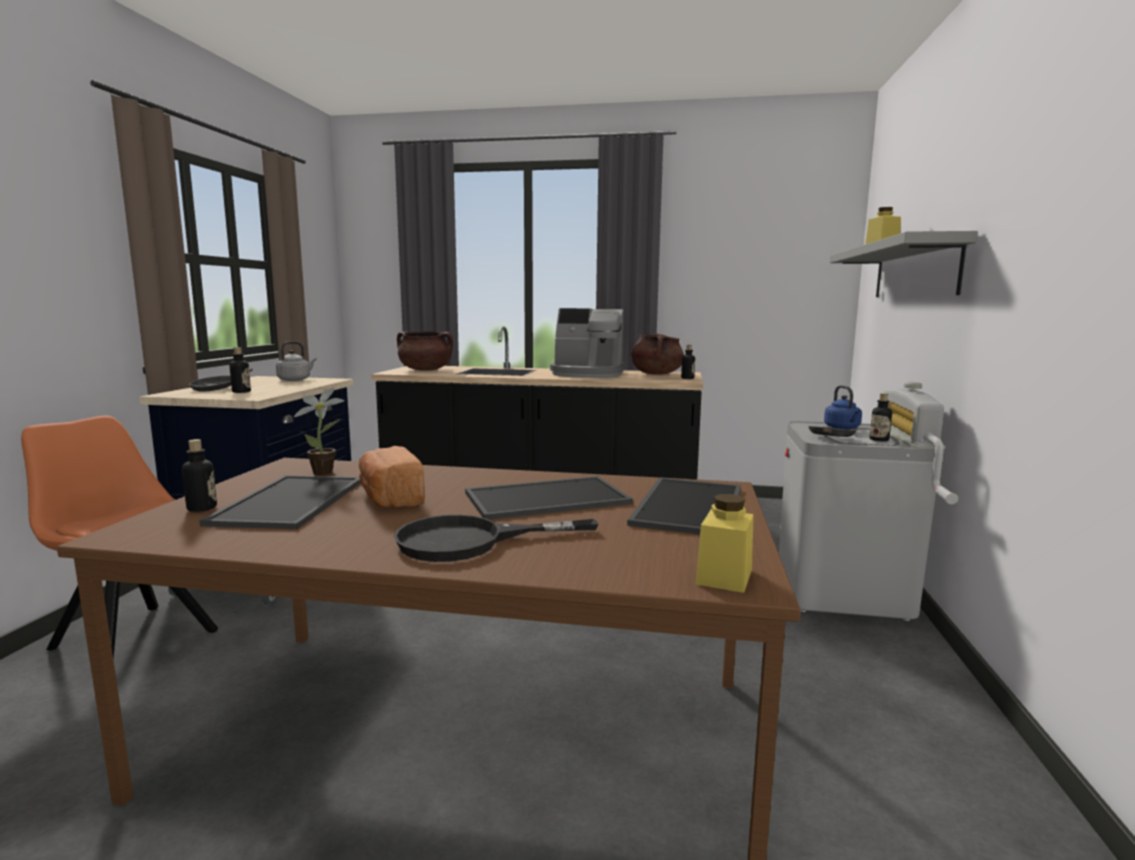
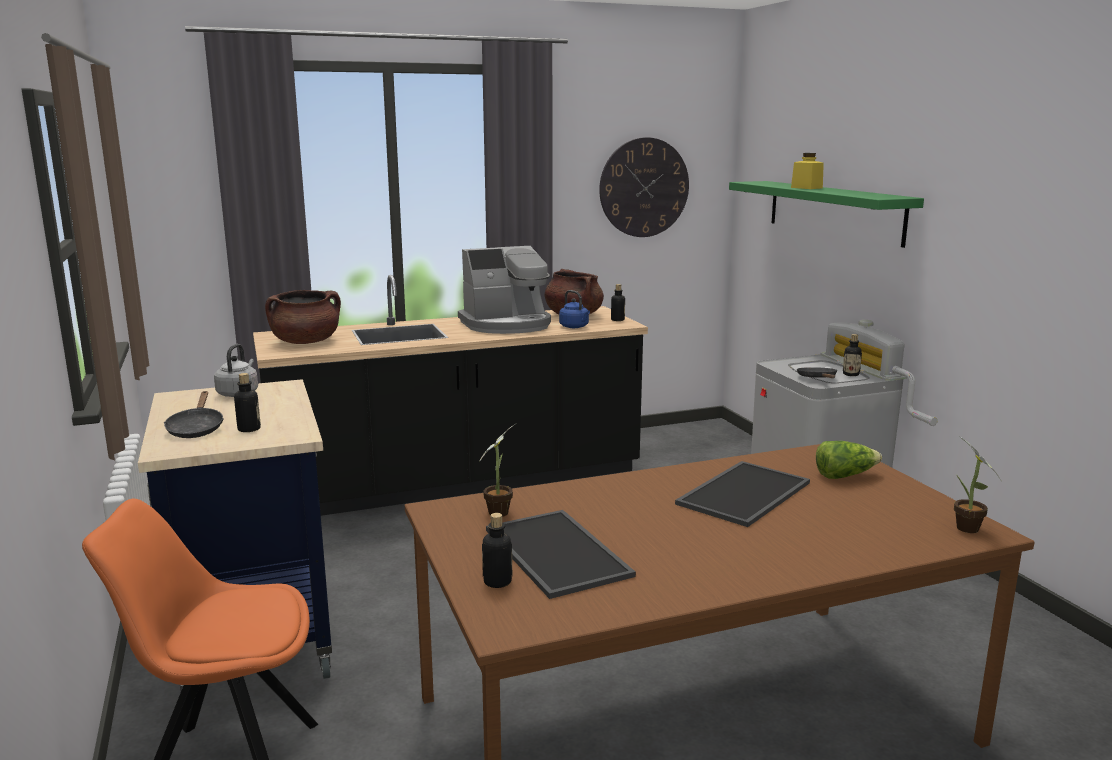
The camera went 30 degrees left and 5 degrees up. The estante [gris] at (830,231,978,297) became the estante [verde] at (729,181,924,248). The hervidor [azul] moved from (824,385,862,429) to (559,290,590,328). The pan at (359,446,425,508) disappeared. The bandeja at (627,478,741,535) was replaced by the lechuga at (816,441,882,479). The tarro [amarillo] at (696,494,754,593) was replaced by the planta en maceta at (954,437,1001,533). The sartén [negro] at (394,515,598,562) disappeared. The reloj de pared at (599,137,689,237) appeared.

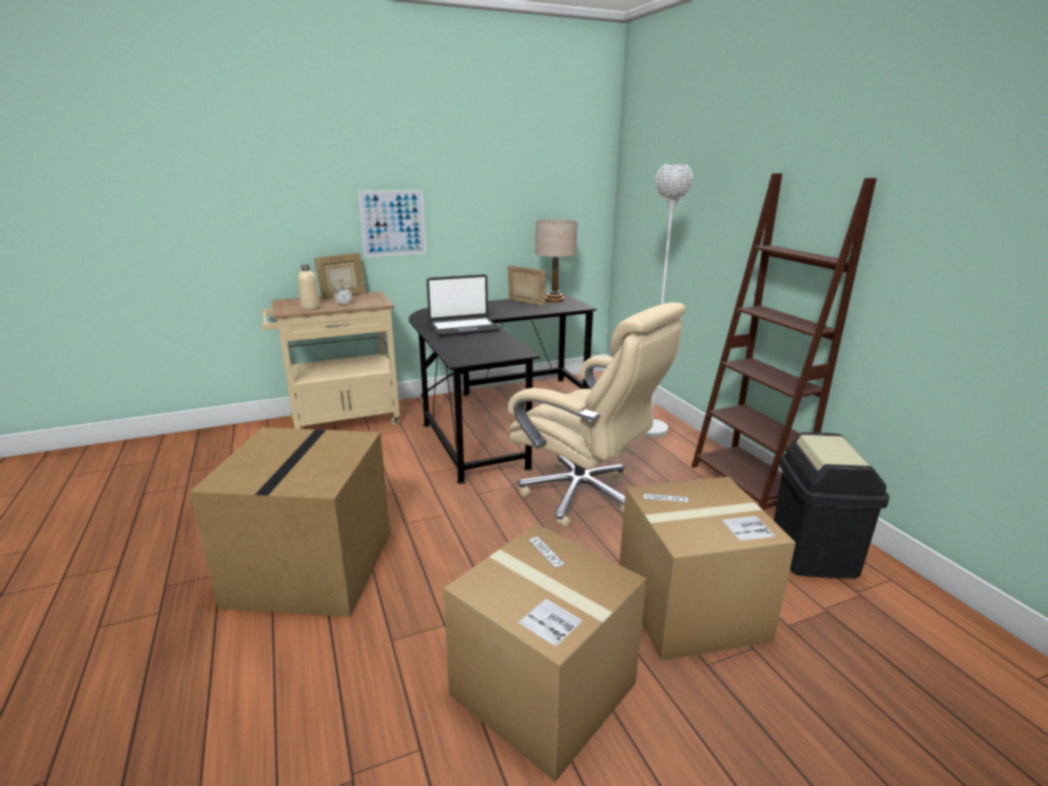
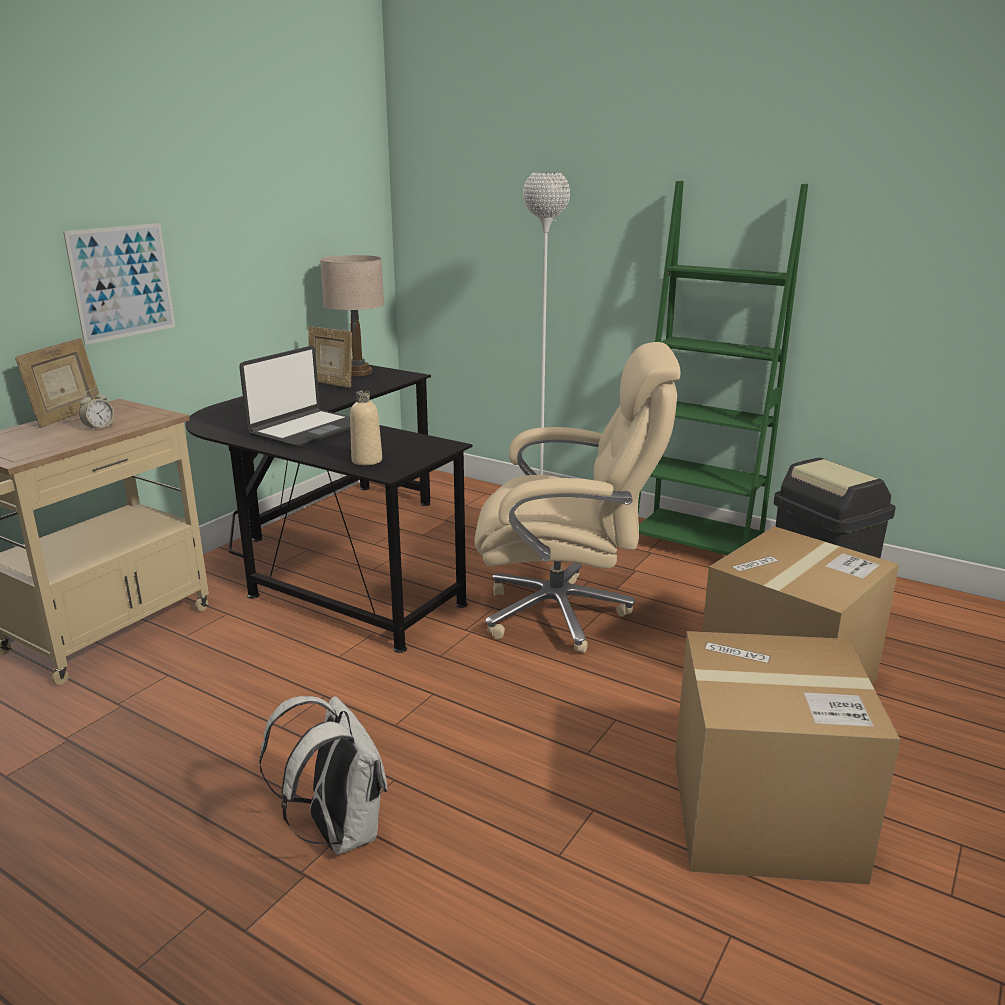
The camera went 35 degrees left and 0 degrees up. The estantería [marrón] at (691,173,877,511) became the estantería [verde] at (638,181,808,555). The botella [beis] moved from (298,264,320,310) to (350,390,382,465). The portarretratos at (508,265,546,306) turned 135 degrees counterclockwise. The caja de cartón at (190,427,390,617) was replaced by the mochila [blanco] at (259,696,387,855).

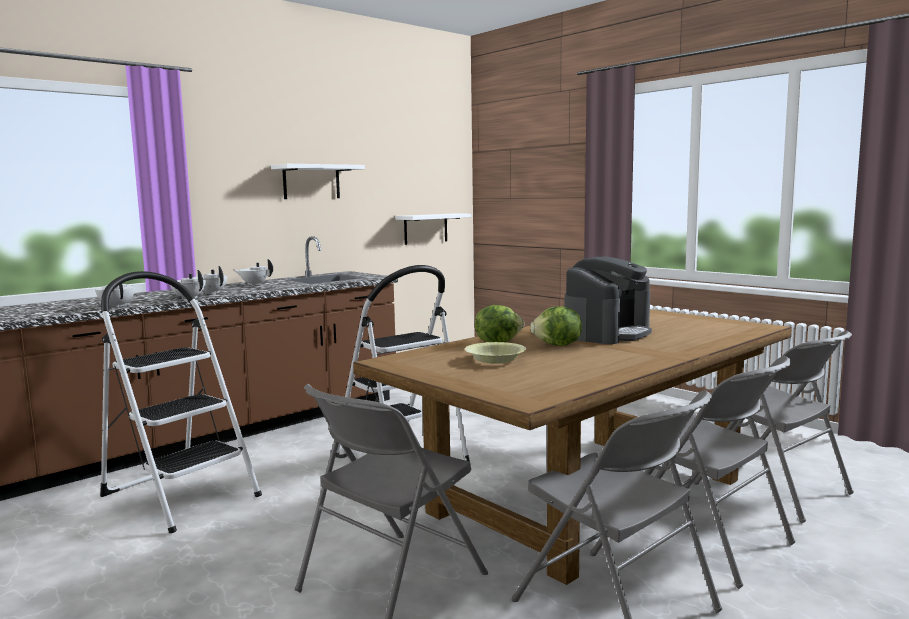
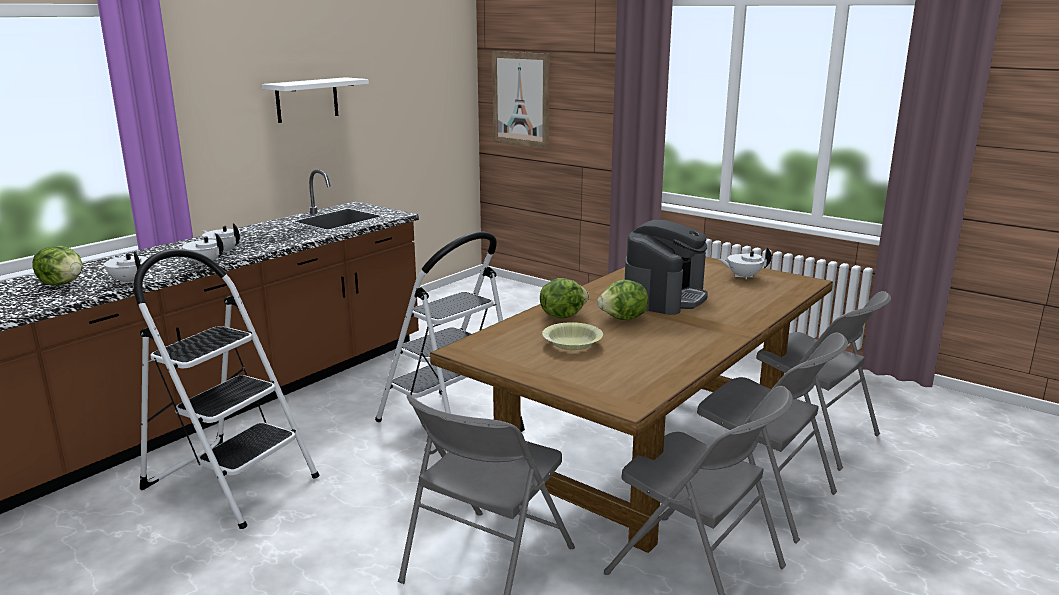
The camera went 10 degrees left and 10 degrees up. The estante [blanco] at (395,213,472,245) disappeared. The tetera [blanco] moved from (233,259,273,286) to (718,247,771,280). The cuadro at (492,51,549,149) appeared. The lechuga at (32,246,82,286) appeared.

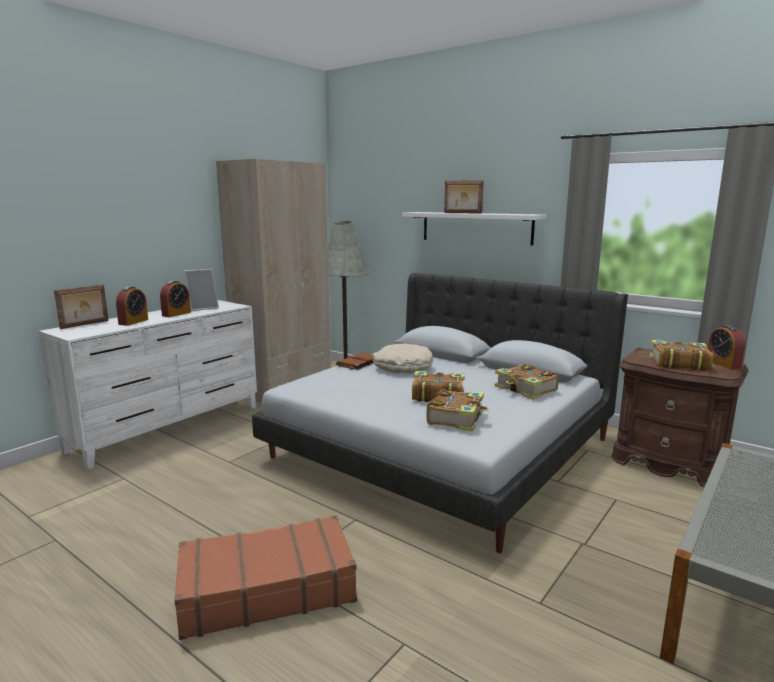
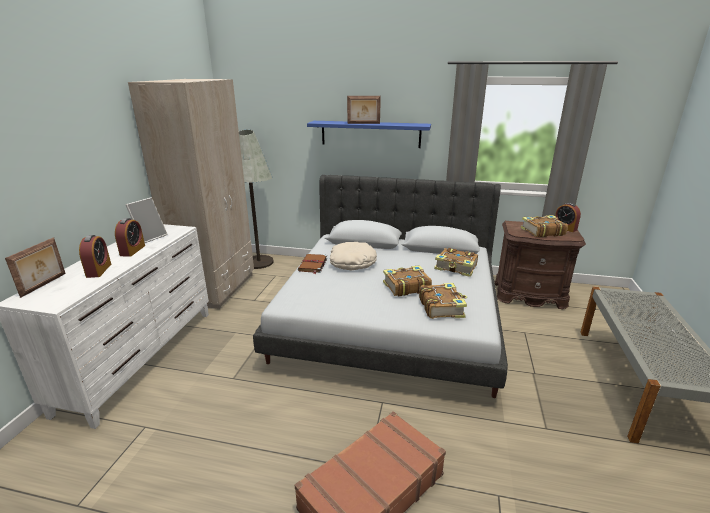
The camera went 25 degrees left and 10 degrees up. The estante [blanco] at (402,212,546,246) became the estante [azul] at (307,121,431,148).

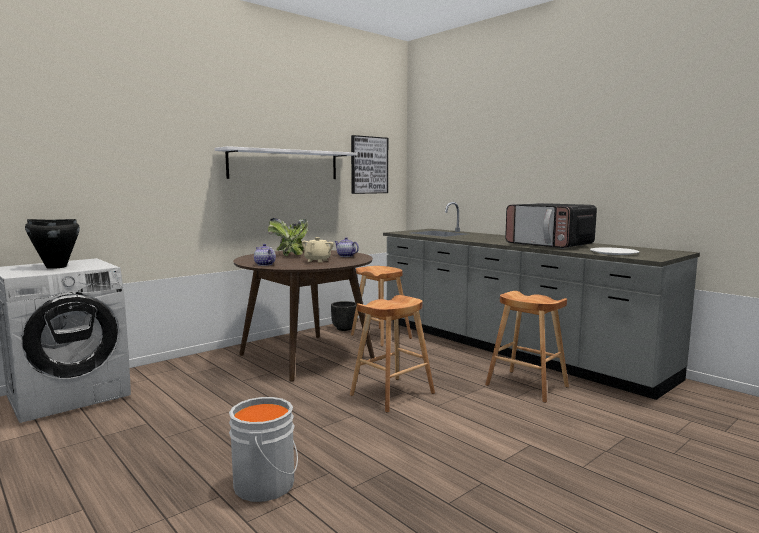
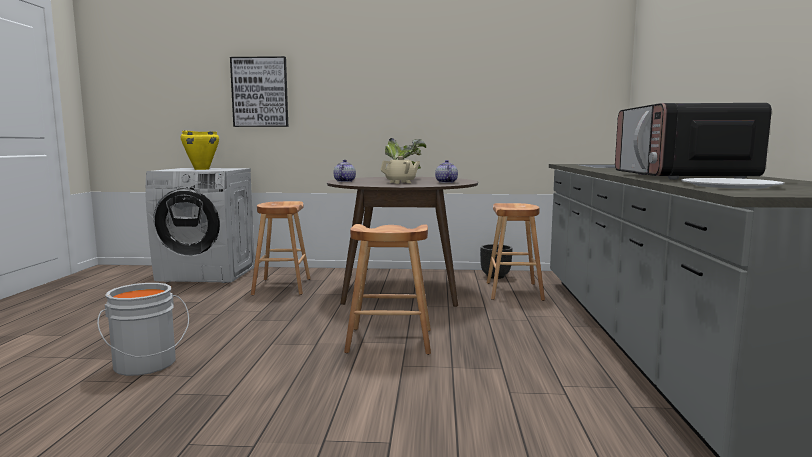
The camera went 45 degrees right and 0 degrees up. The cuadro moved from (351,135,388,194) to (230,56,288,127). The estante [blanco] at (215,146,357,179) disappeared. The olla [negro] at (25,219,80,269) became the olla [amarillo] at (181,130,219,170). The taburete [marrón] moved from (485,291,569,403) to (251,201,311,295).

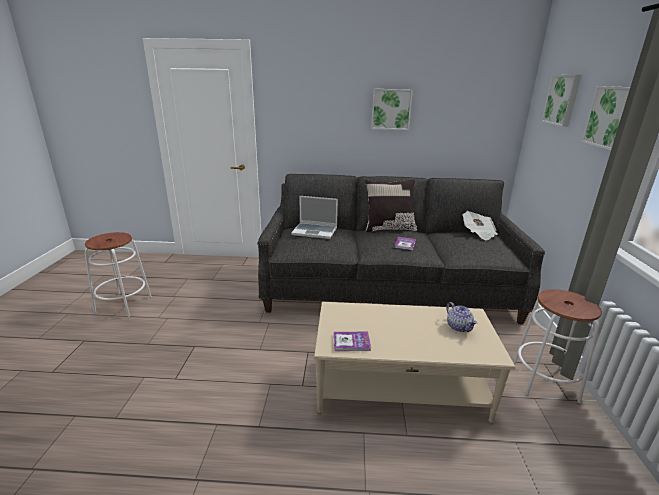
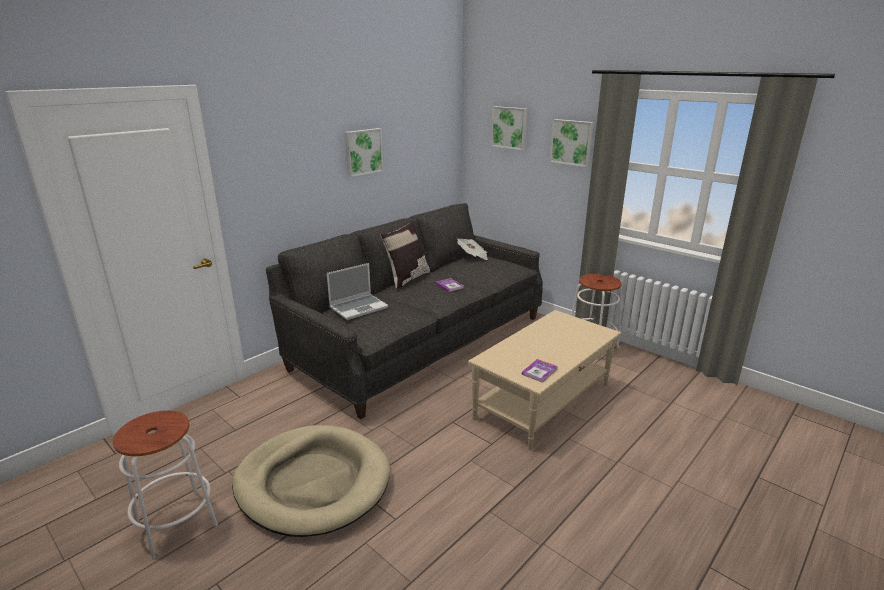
The camera went 50 degrees left and 0 degrees up. The tetera at (446,302,477,332) disappeared. The cama para perro [beis] at (232,425,390,537) appeared.

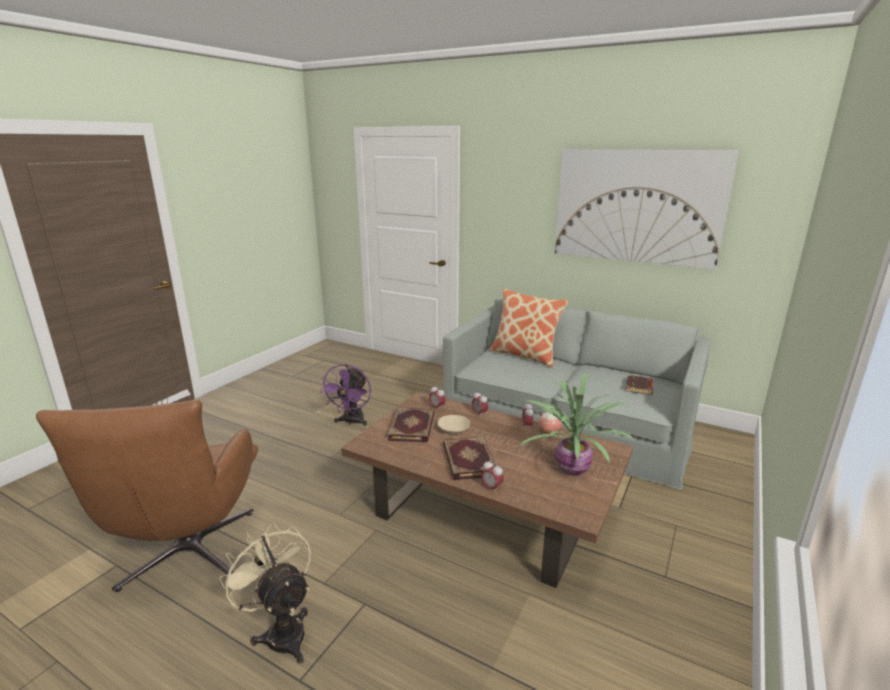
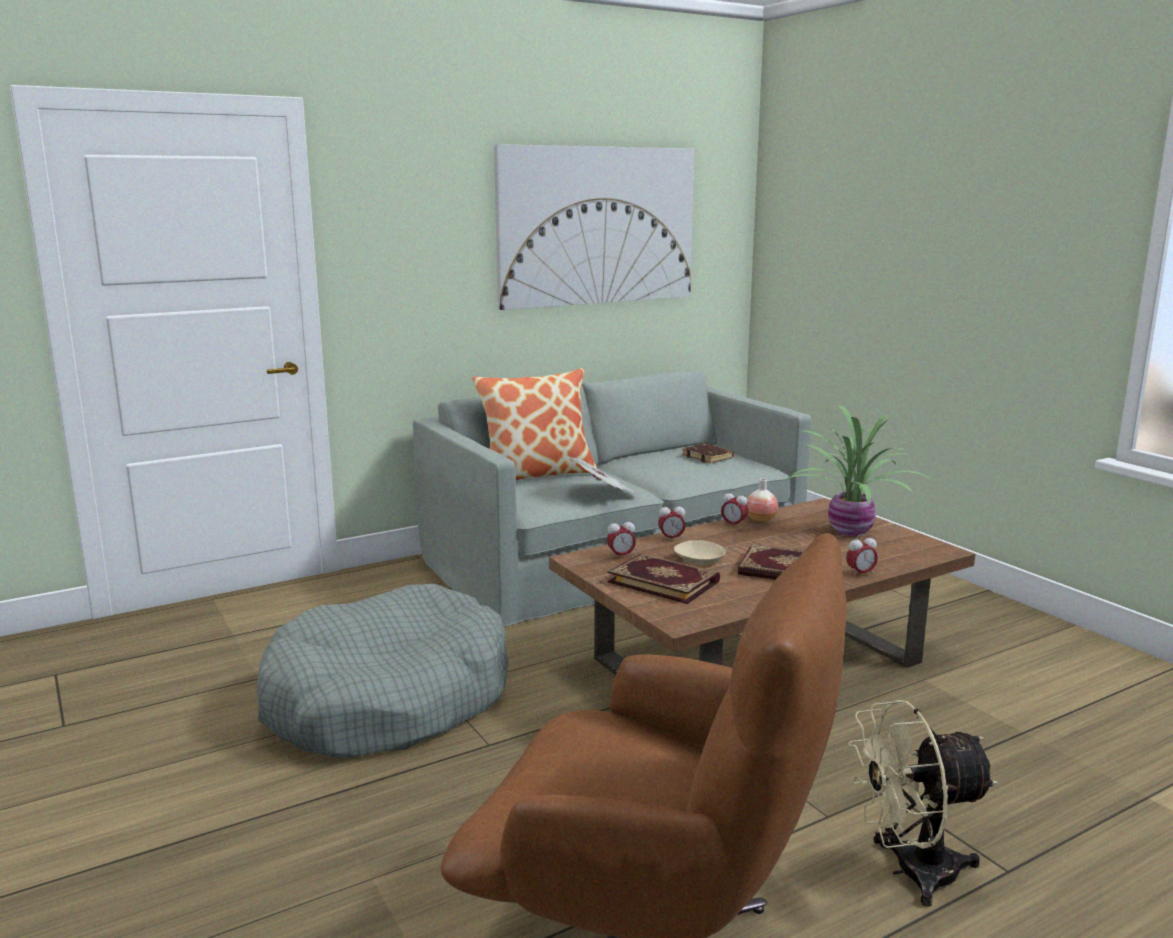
The camera went 60 degrees left and 5 degrees down. The ventilador [morado] at (320,364,371,426) was replaced by the cama para perro [gris] at (256,584,509,758). The periódico at (565,456,637,493) appeared.

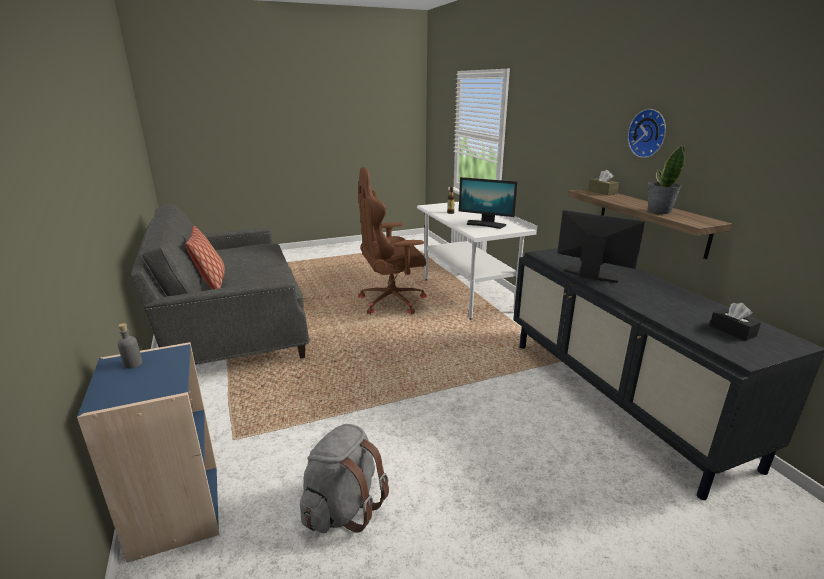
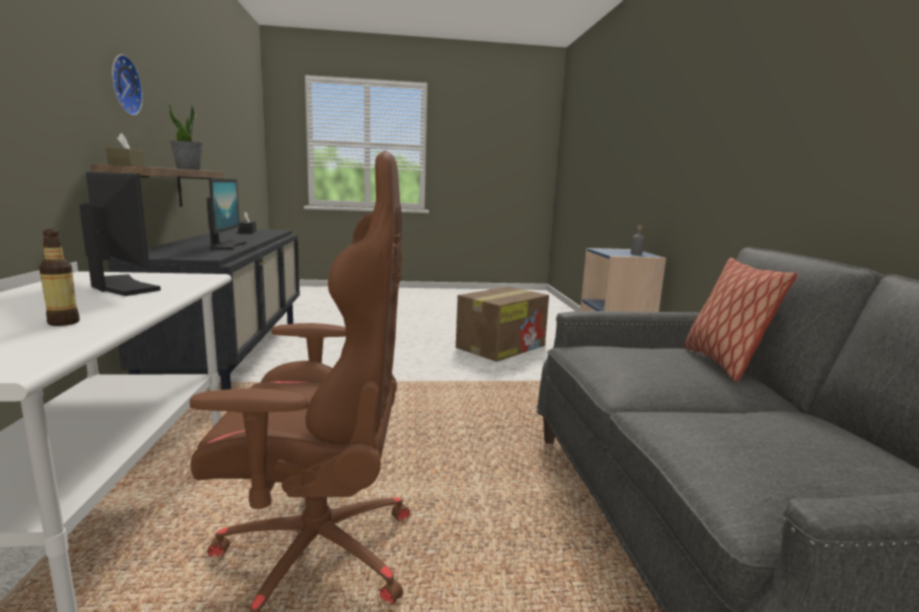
The camera went 165 degrees left and 10 degrees down. The monitor at (557,210,645,283) turned 150 degrees counterclockwise. The mochila [gris] at (300,424,389,533) was replaced by the caja de cartón at (456,286,549,362).

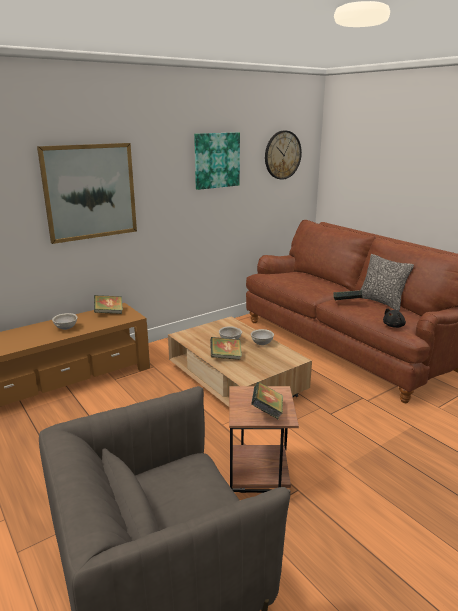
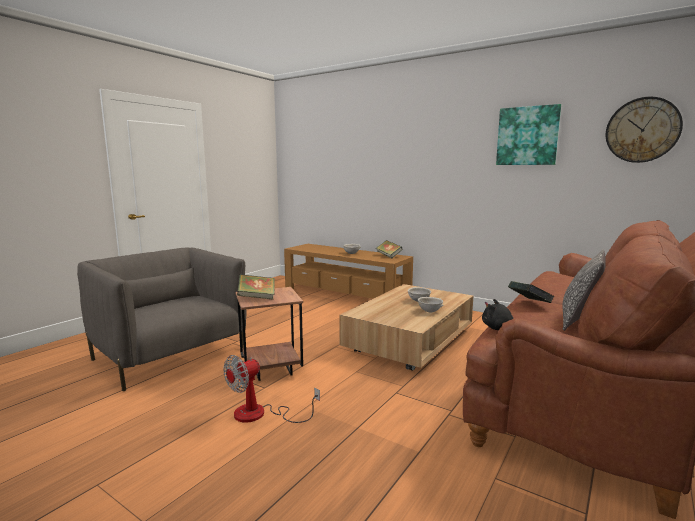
The camera went 70 degrees right and 10 degrees down. The cuadro at (37,143,137,244) disappeared. The libro at (210,337,242,360) disappeared. The ventilador at (223,355,320,423) appeared.

